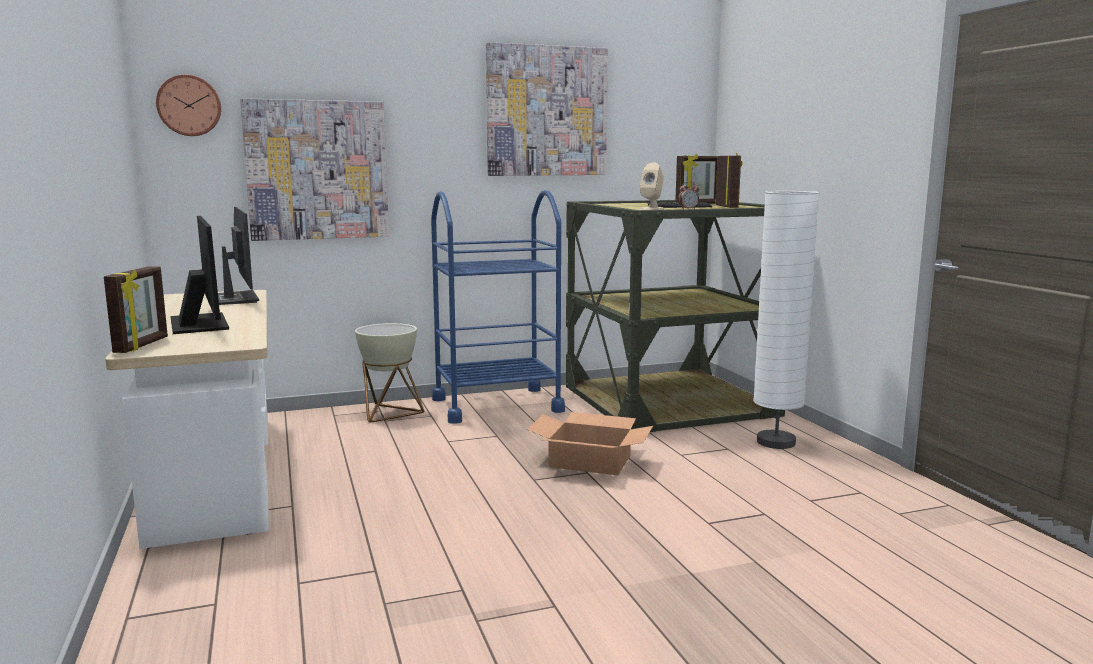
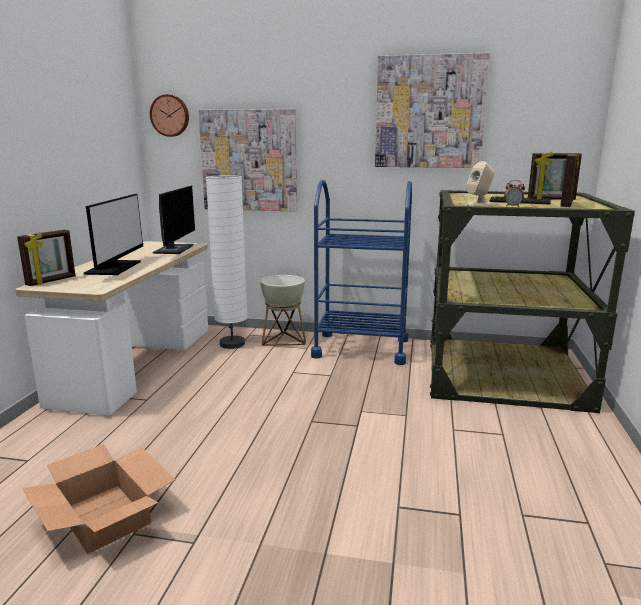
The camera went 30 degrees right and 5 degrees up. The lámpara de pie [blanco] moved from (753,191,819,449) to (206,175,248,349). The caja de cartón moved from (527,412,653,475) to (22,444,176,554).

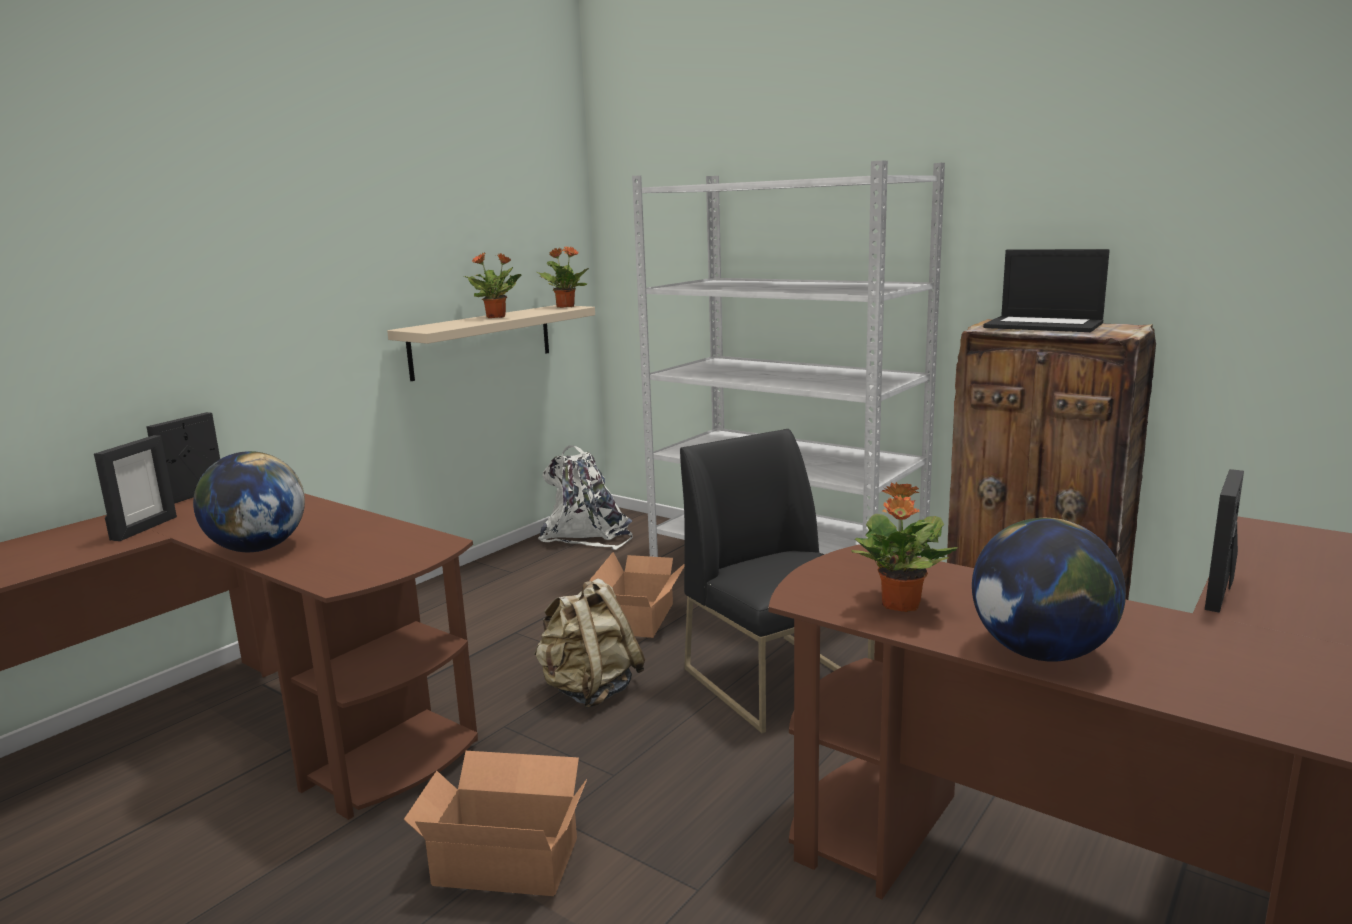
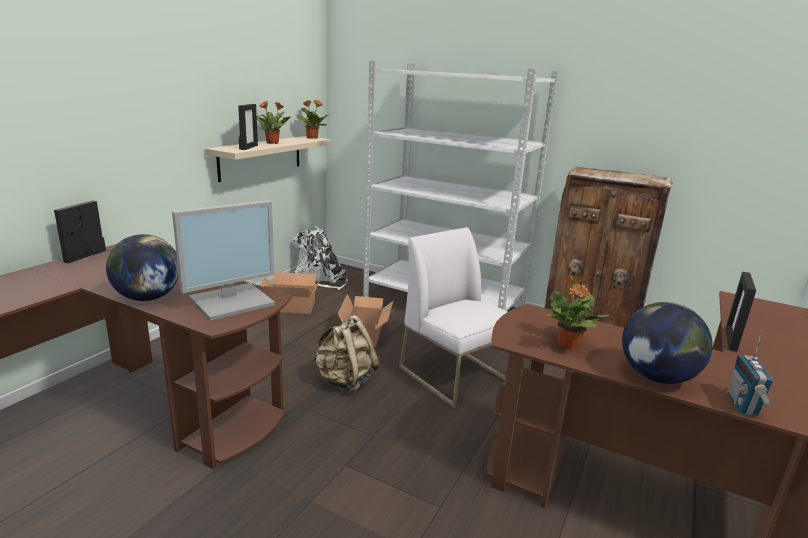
The camera went 10 degrees left and 5 degrees up. The portátil at (983,249,1110,332) disappeared. The silla [negro] at (680,429,875,733) became the silla [blanco] at (399,227,507,408). The portarretratos moved from (94,435,177,541) to (238,104,258,150). The caja de cartón moved from (403,751,587,896) to (259,272,320,314). The monitor at (172,200,275,321) appeared. The radio at (727,335,773,416) appeared.

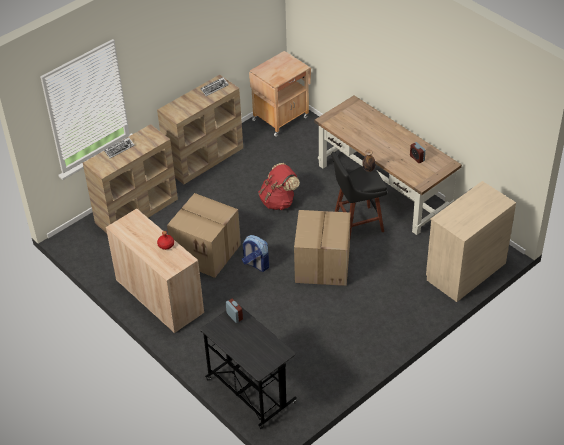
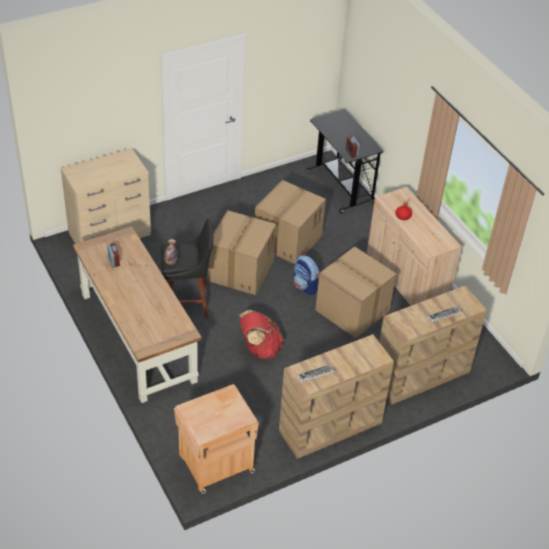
The camera went 170 degrees left and 0 degrees up. The caja de cartón at (255,180,326,264) appeared.

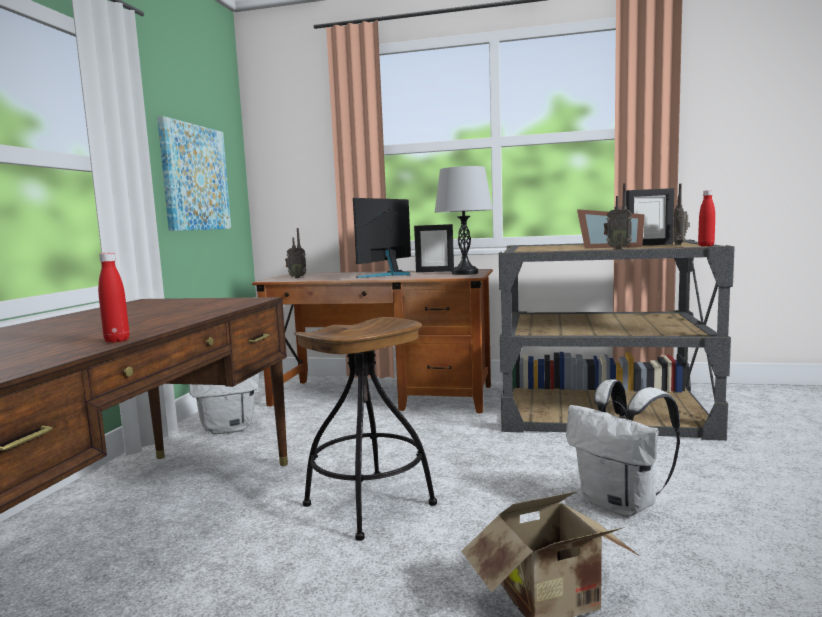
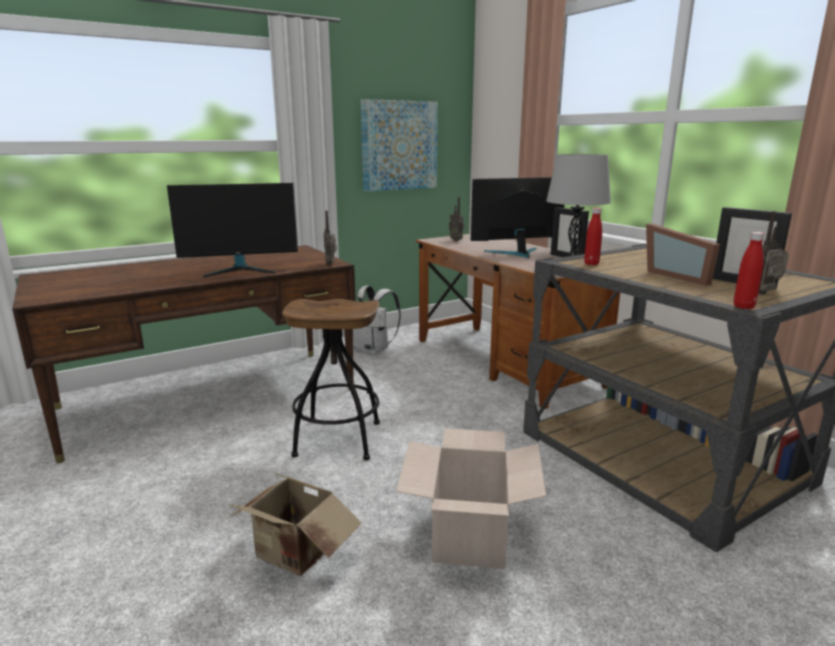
The camera went 45 degrees right and 10 degrees up. The radio moved from (604,183,632,249) to (324,211,337,265). The botella [rojo] moved from (98,252,130,343) to (584,208,602,265). The mochila [blanco] at (566,379,680,517) was replaced by the caja de cartón at (396,428,546,569). The monitor at (167,183,298,278) appeared.

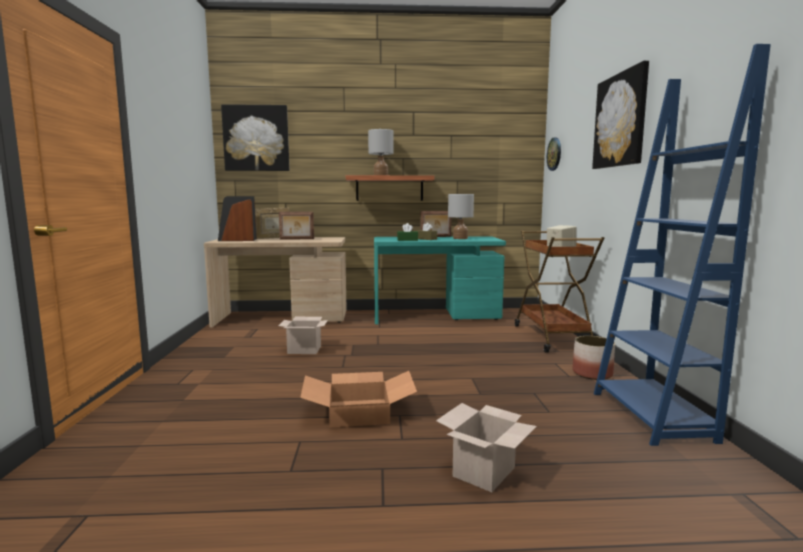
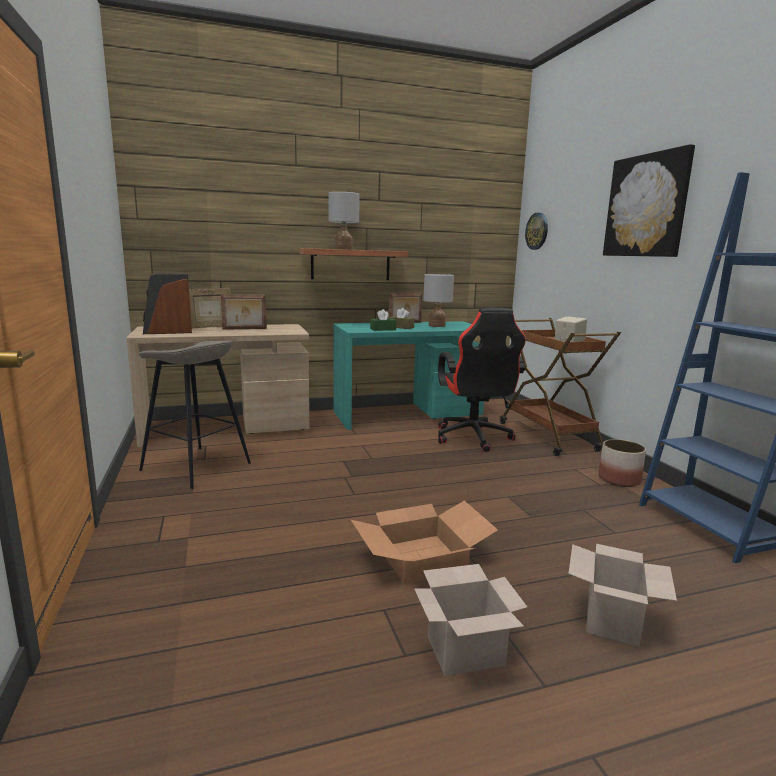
The camera went 15 degrees left and 5 degrees up. The cuadro at (221,104,289,171) disappeared. The caja de cartón moved from (278,317,328,354) to (414,564,528,676). The silla de oficina [negro] at (438,307,526,452) appeared. The taburete [gris] at (139,341,251,489) appeared.

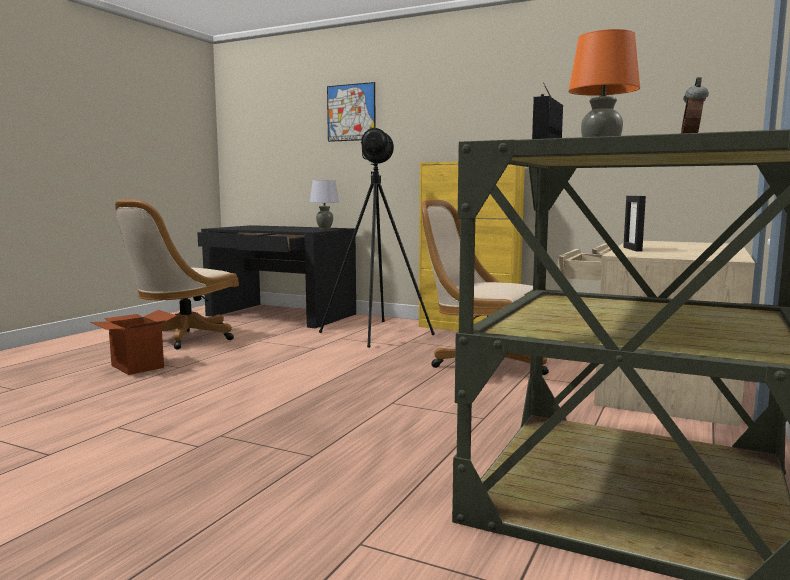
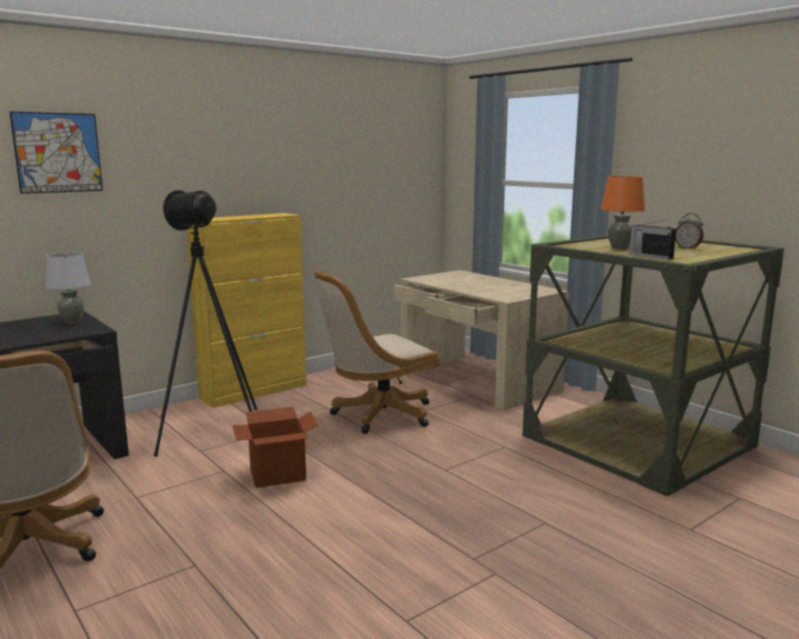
The camera went 65 degrees left and 5 degrees up. The portarretratos at (623,196,646,252) disappeared. The caja de cartón moved from (90,310,177,375) to (232,407,319,488).

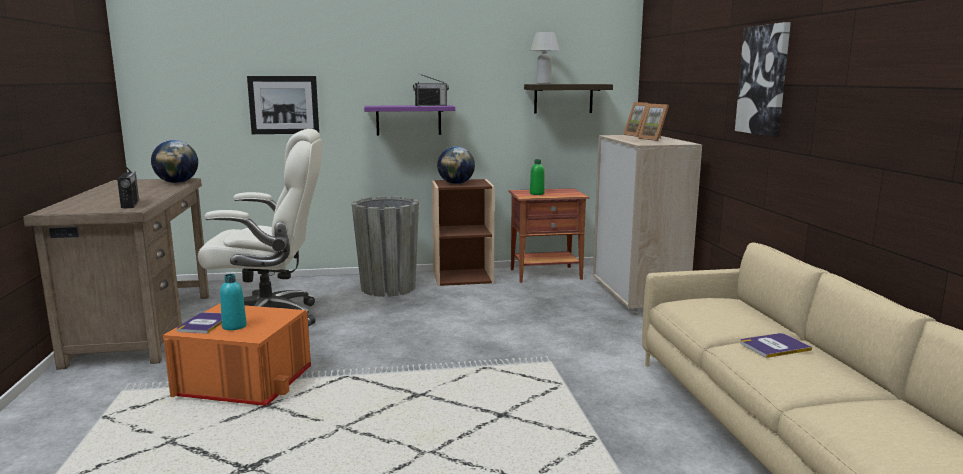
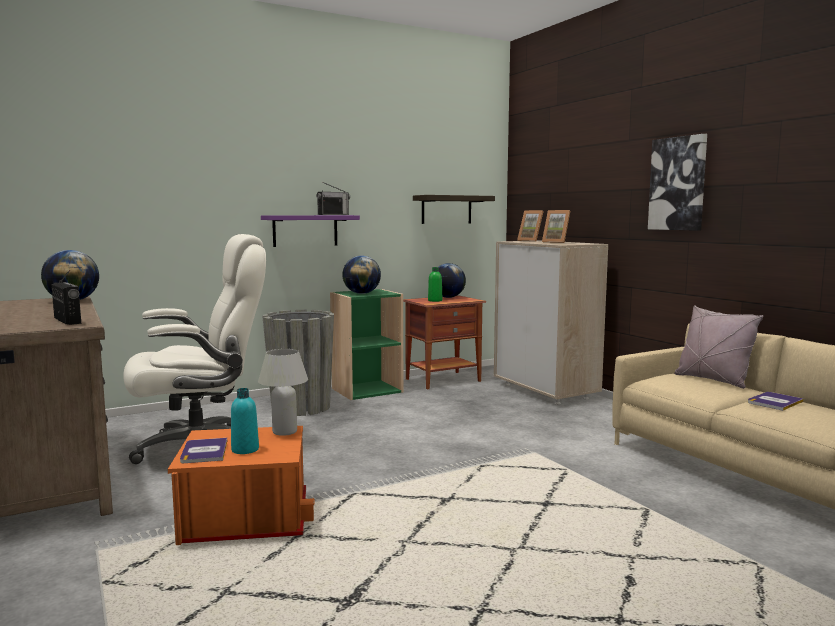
The camera went 20 degrees left and 5 degrees down. The lámpara de mesa [blanco] moved from (530,32,560,84) to (258,349,308,436). The cuadro at (247,76,319,134) disappeared. The estantería [marrón] at (432,179,495,286) became the estantería [verde] at (330,289,403,400). The globo terráqueo at (438,263,466,298) appeared. The cojín [morado] at (674,305,763,389) appeared.

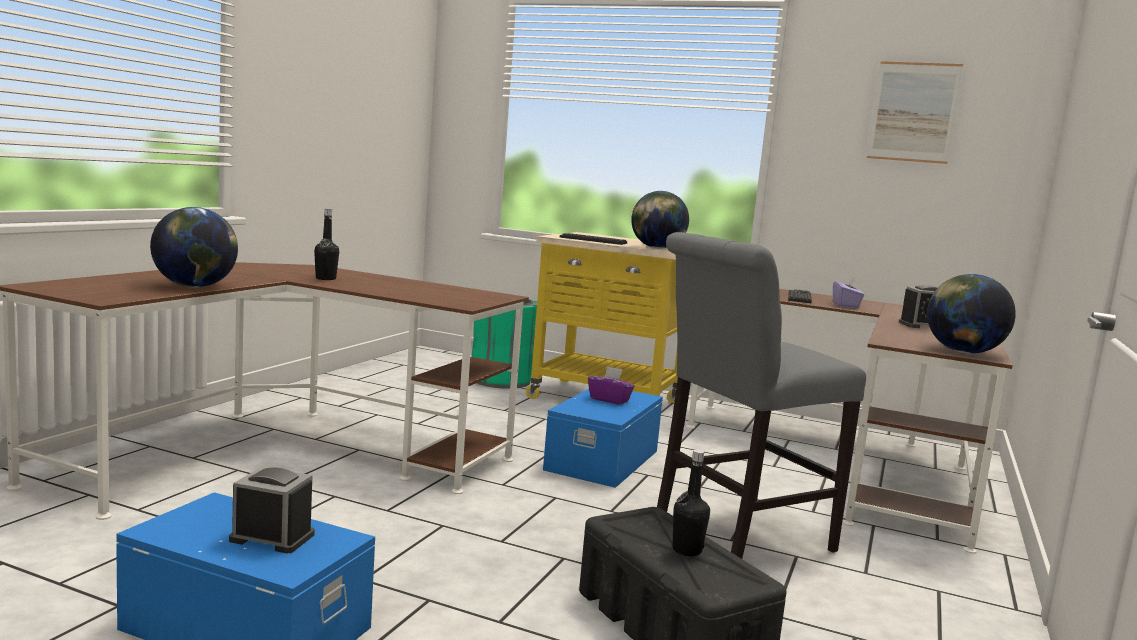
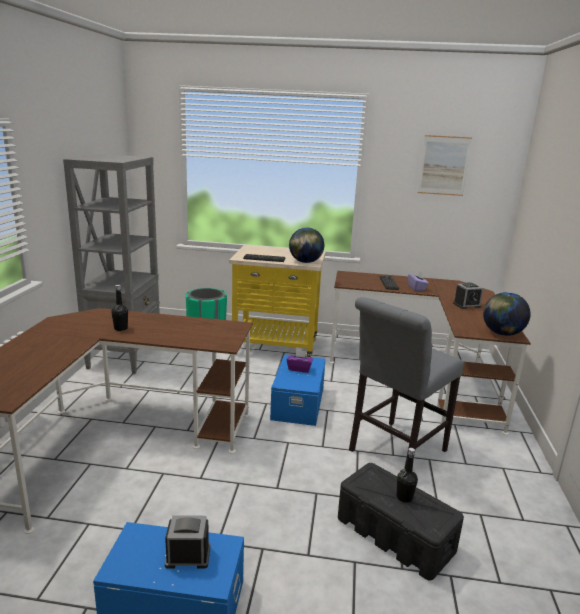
The camera went 15 degrees left and 10 degrees up. The globo terráqueo at (150,207,238,287) disappeared. The estantería [gris] at (63,154,160,374) appeared.

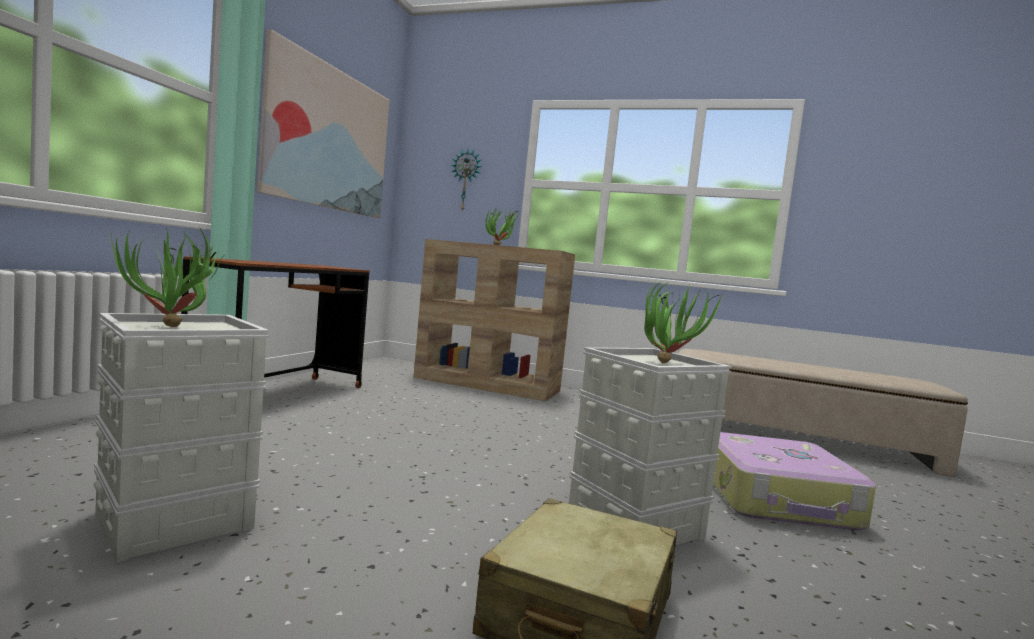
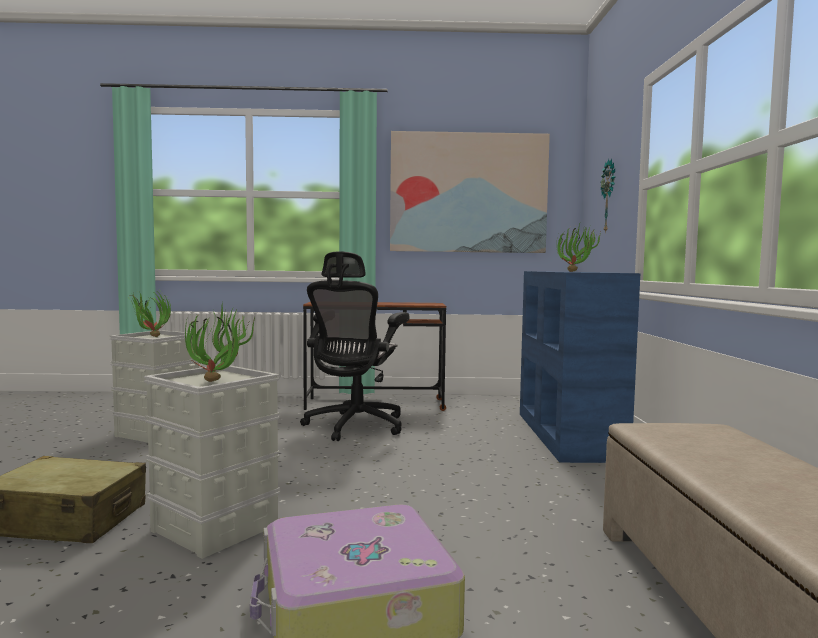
The camera went 70 degrees right and 0 degrees up. The estantería [marrón] at (413,239,575,402) became the estantería [azul] at (520,271,640,463). The silla de oficina at (300,251,409,441) appeared.

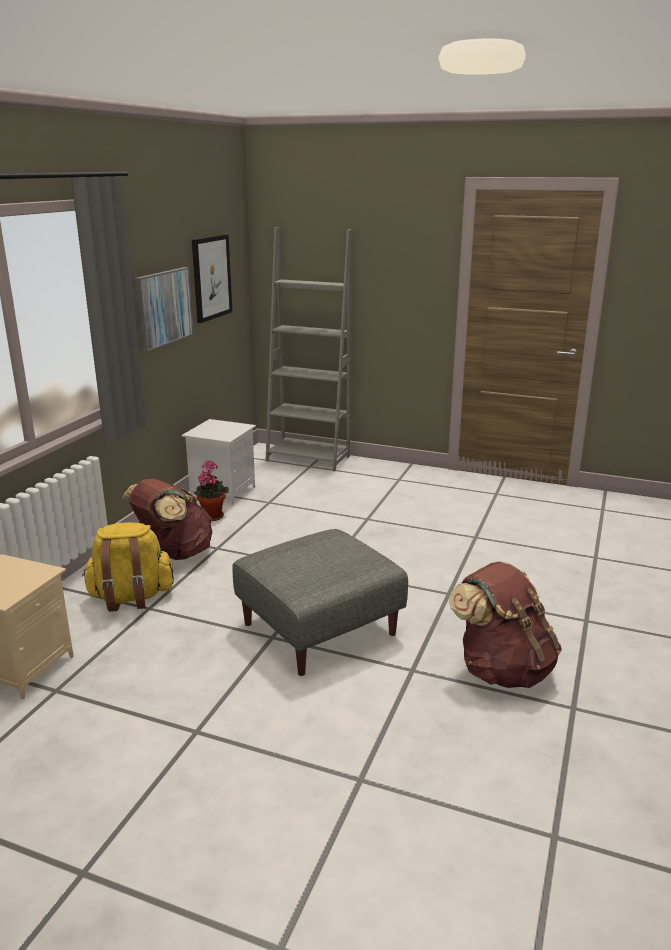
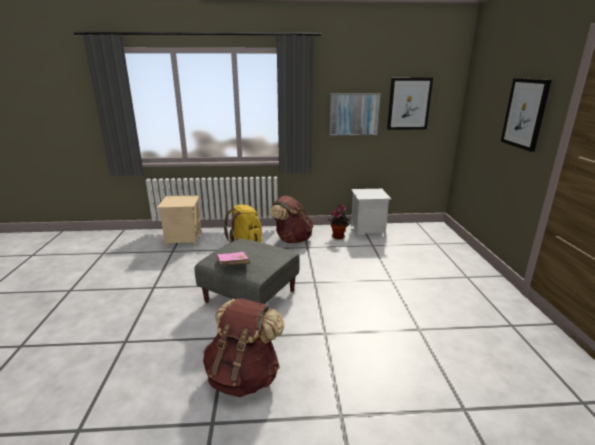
The camera went 65 degrees right and 0 degrees up. The estantería [gris] at (266,227,352,472) disappeared. The cuadro at (501,78,552,152) appeared. The libro [rosa] at (216,252,250,266) appeared.

